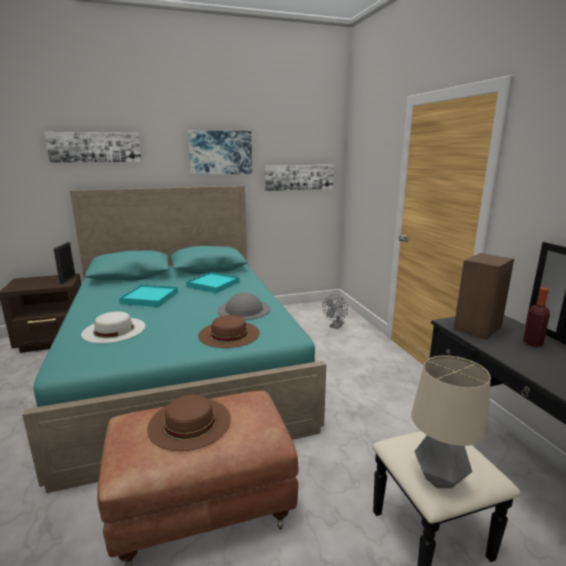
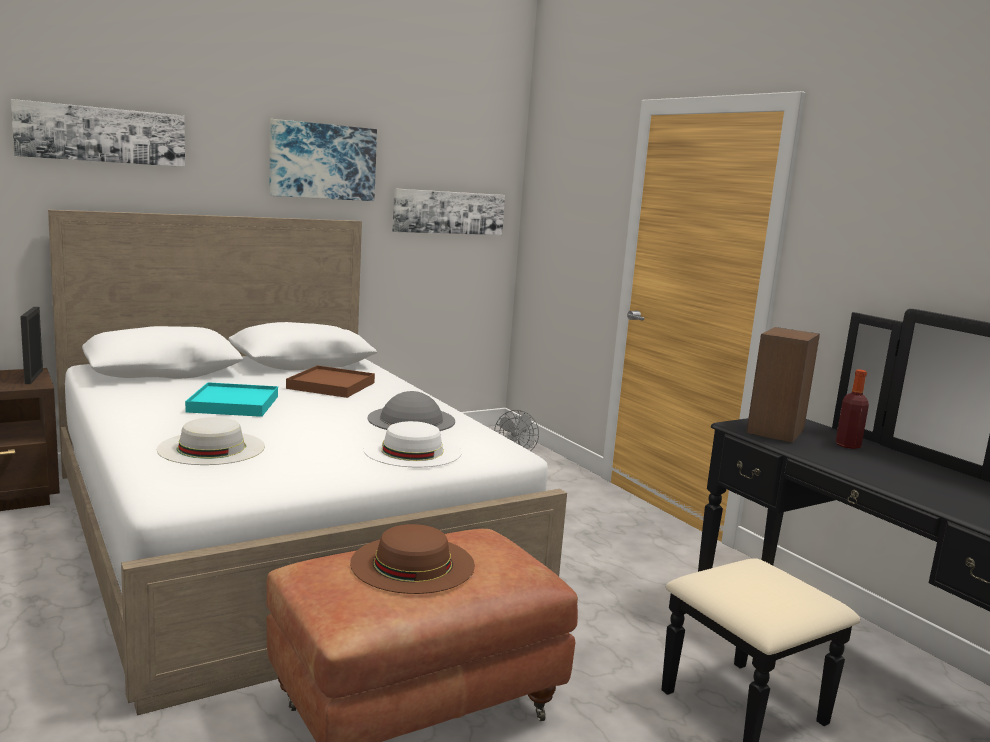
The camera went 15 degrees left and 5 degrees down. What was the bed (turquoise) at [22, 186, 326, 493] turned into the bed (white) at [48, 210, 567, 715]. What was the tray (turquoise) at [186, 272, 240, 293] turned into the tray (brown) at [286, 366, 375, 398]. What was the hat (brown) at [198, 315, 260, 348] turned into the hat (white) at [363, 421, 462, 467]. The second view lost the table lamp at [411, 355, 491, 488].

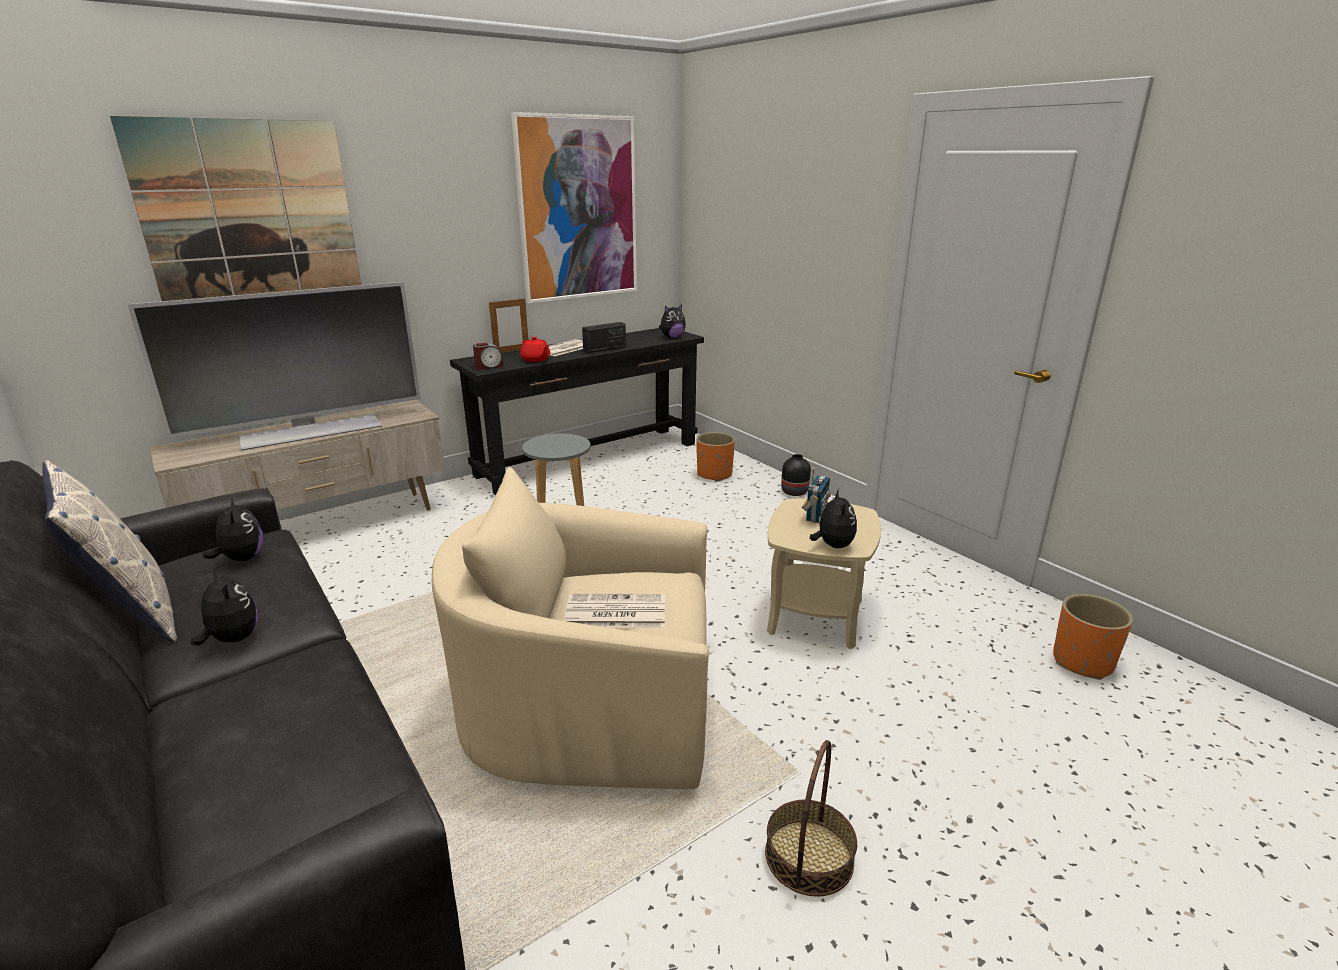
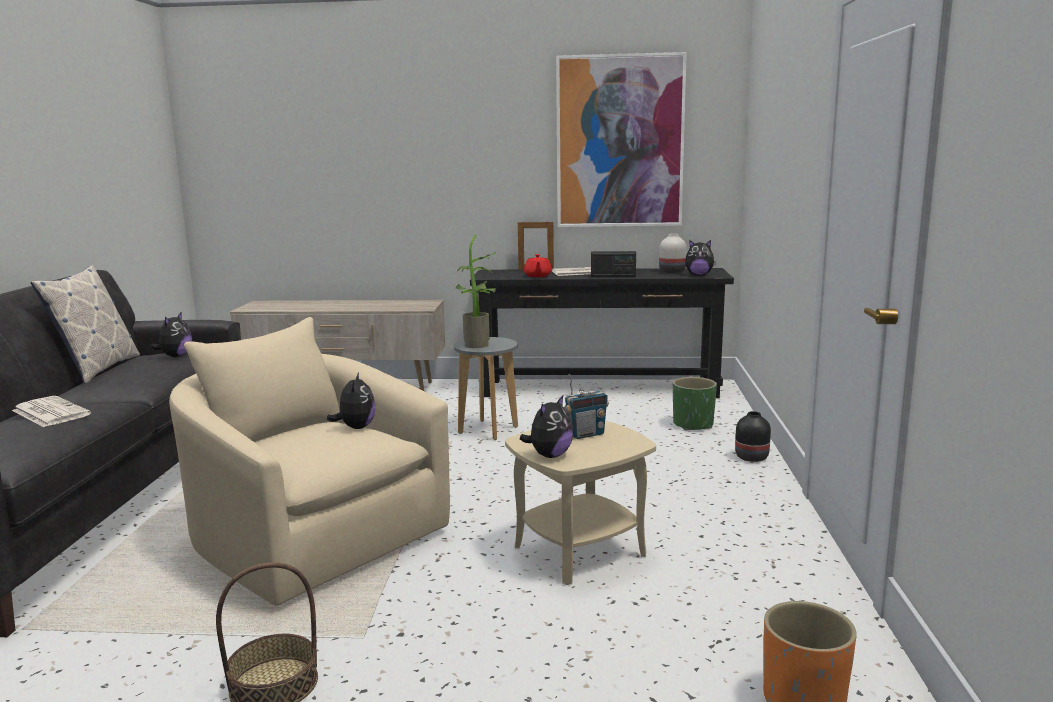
The camera went 40 degrees right and 10 degrees down. The second view lost the picture at [110, 116, 362, 301]. The second view lost the television at [127, 282, 421, 450]. The second view lost the alarm clock at [473, 343, 503, 369]. What was the planter (orange) at [696, 432, 735, 482] turned into the planter (green) at [673, 377, 717, 431]. The plush toy ended up elsewhere, having gone from [191, 567, 258, 646] to [327, 372, 375, 429]. The newspaper ended up elsewhere, having gone from [564, 594, 665, 628] to [12, 396, 91, 427]. The second view gained the vase (white) at [659, 234, 687, 273]. The second view gained the potted plant at [456, 235, 496, 348].

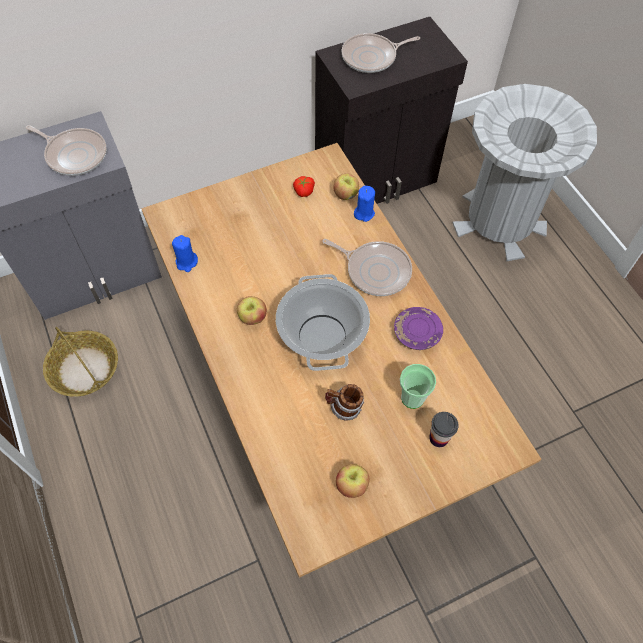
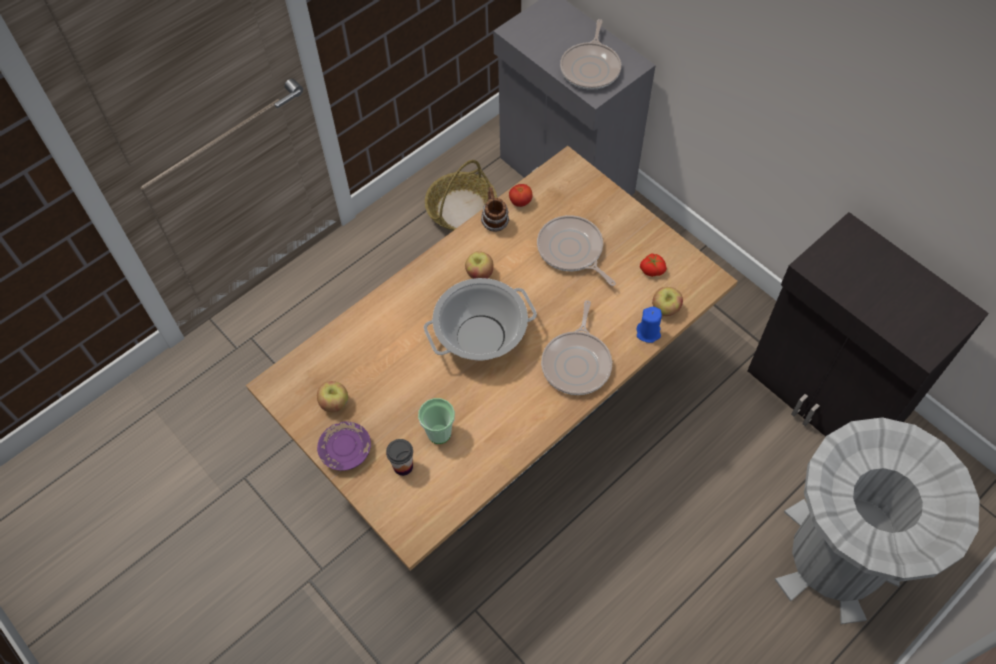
The camera went 75 degrees right and 0 degrees up. The frying pan ended up elsewhere, having gone from [341, 33, 420, 73] to [537, 215, 616, 286]. Where the candle (blue) stood at [172, 235, 198, 272], the tomato came to stand at [509, 184, 533, 207]. The plate (purple) ended up elsewhere, having gone from [394, 307, 443, 350] to [317, 422, 371, 471]. The mug ended up elsewhere, having gone from [325, 384, 364, 421] to [481, 187, 510, 232].

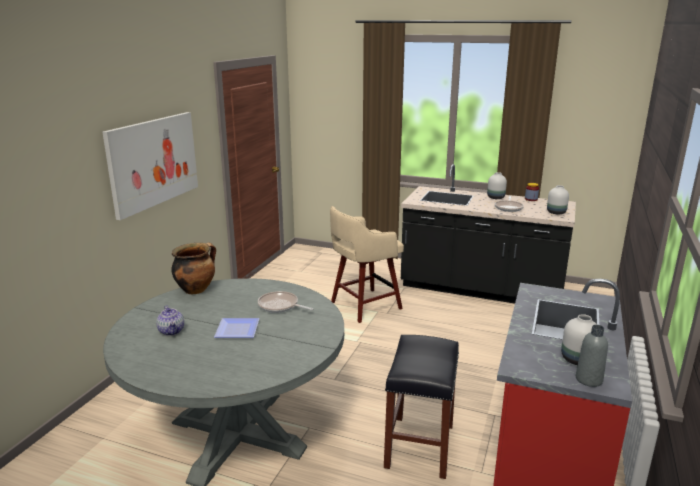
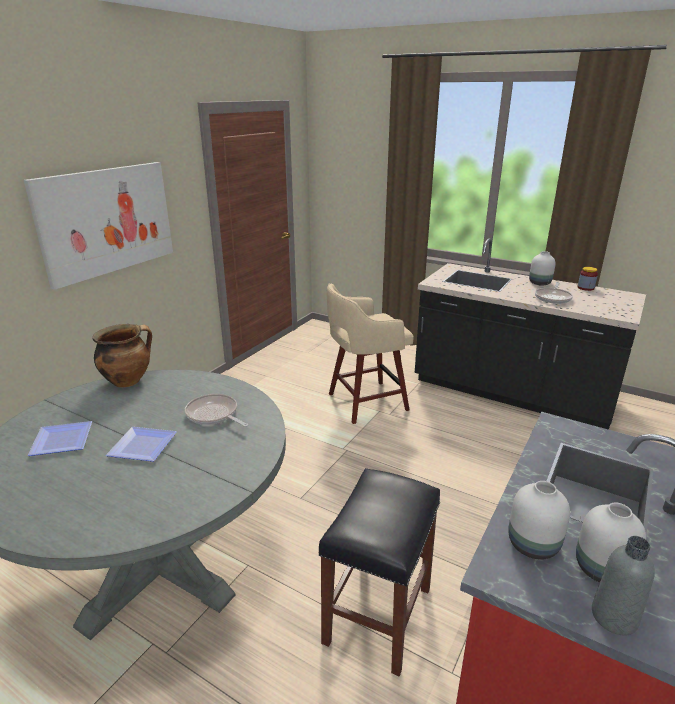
The camera went 10 degrees right and 5 degrees up. The vase (white) ended up elsewhere, having gone from [547, 185, 569, 214] to [508, 481, 570, 560]. Where the teapot stood at [156, 305, 184, 336], the plate came to stand at [27, 421, 92, 456].

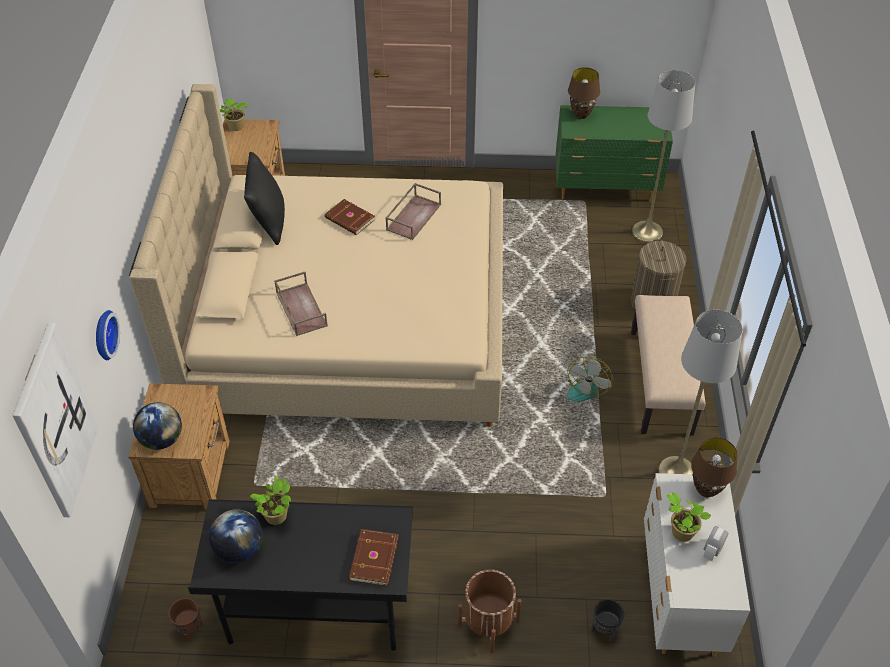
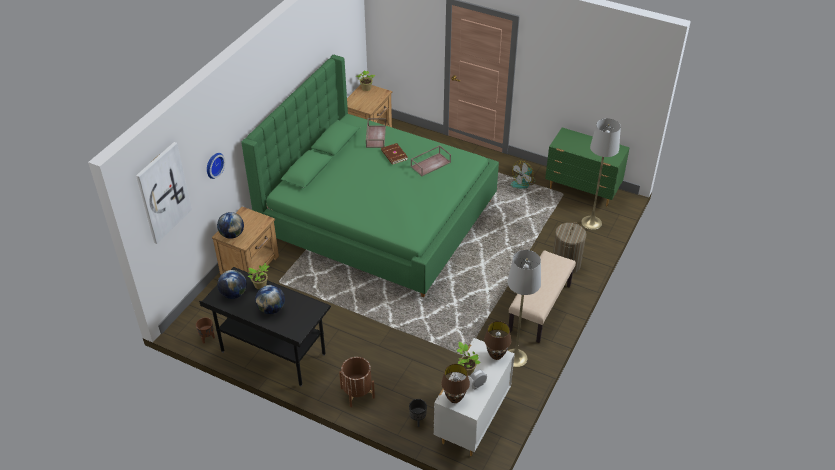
The camera went 25 degrees right and 5 degrees down. The table lamp (brown) ended up elsewhere, having gone from [568, 67, 600, 119] to [441, 364, 470, 403]. What was the bed (beige) at [129, 84, 503, 426] turned into the bed (green) at [241, 55, 499, 297]. The second view lost the pillow (black) at [244, 152, 285, 245]. The tray (brown) ended up elsewhere, having gone from [274, 272, 328, 336] to [366, 118, 386, 148]. The fan ended up elsewhere, having gone from [567, 356, 613, 401] to [511, 161, 536, 189]. The second view lost the book (brown) at [349, 529, 399, 586]. The second view gained the globe at [255, 285, 285, 314].

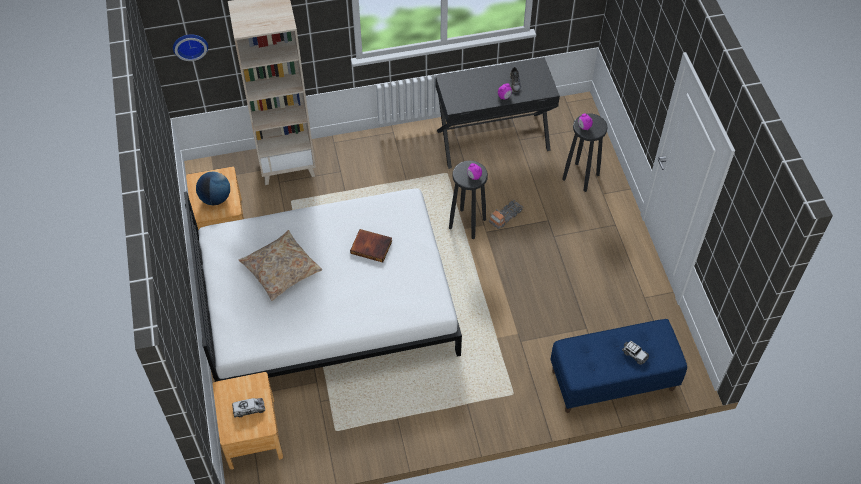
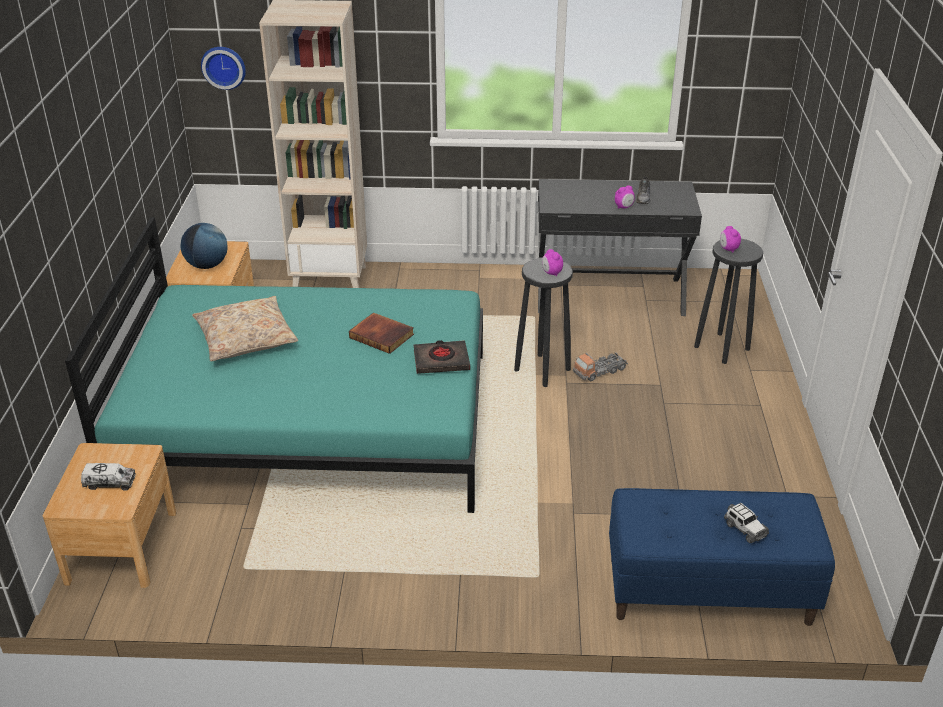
The camera went 15 degrees right and 20 degrees down. What was the bed (white) at [184, 188, 462, 382] turned into the bed (turquoise) at [65, 217, 483, 513]. The second view gained the book (black) at [414, 340, 470, 374].

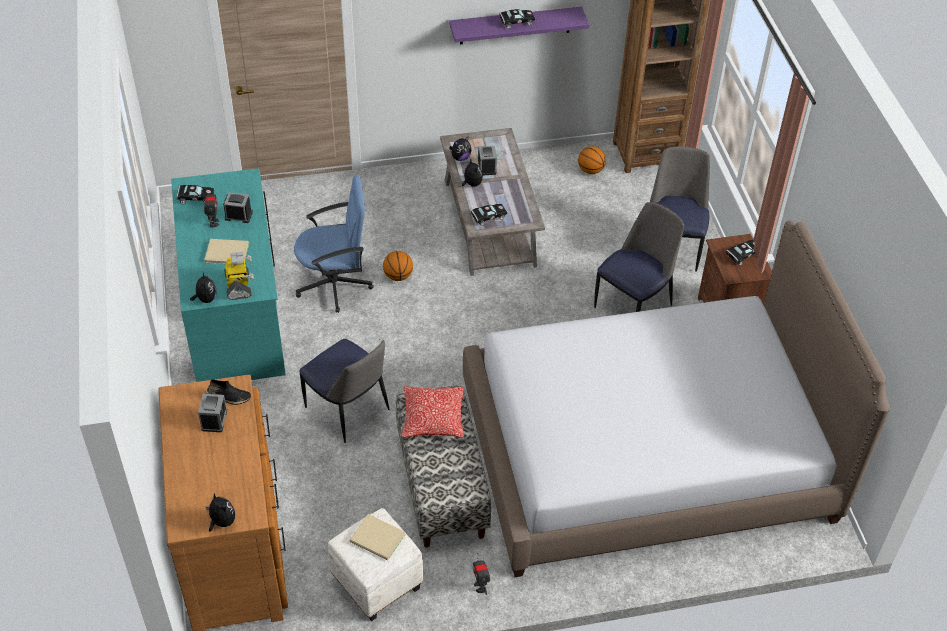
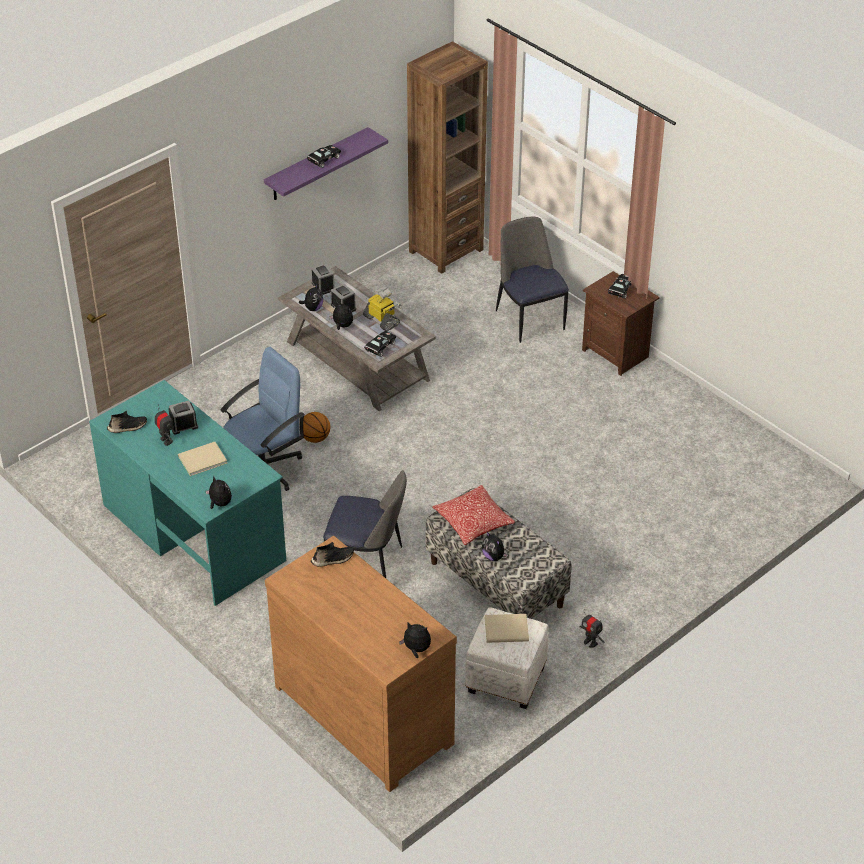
The camera went 30 degrees left and 5 degrees down. The second view lost the basketball at [578, 146, 606, 174]. Where the toy car (black) stood at [177, 185, 214, 204], the shoe (black) came to stand at [107, 411, 147, 433]. The second view lost the chair at [594, 202, 684, 312]. The second view lost the bed at [463, 220, 890, 577]. The toy robot ended up elsewhere, having gone from [224, 252, 254, 300] to [363, 287, 402, 331]. The alarm clock ended up elsewhere, having gone from [198, 393, 227, 432] to [311, 264, 335, 295]. The second view gained the plush toy at [482, 532, 508, 561].

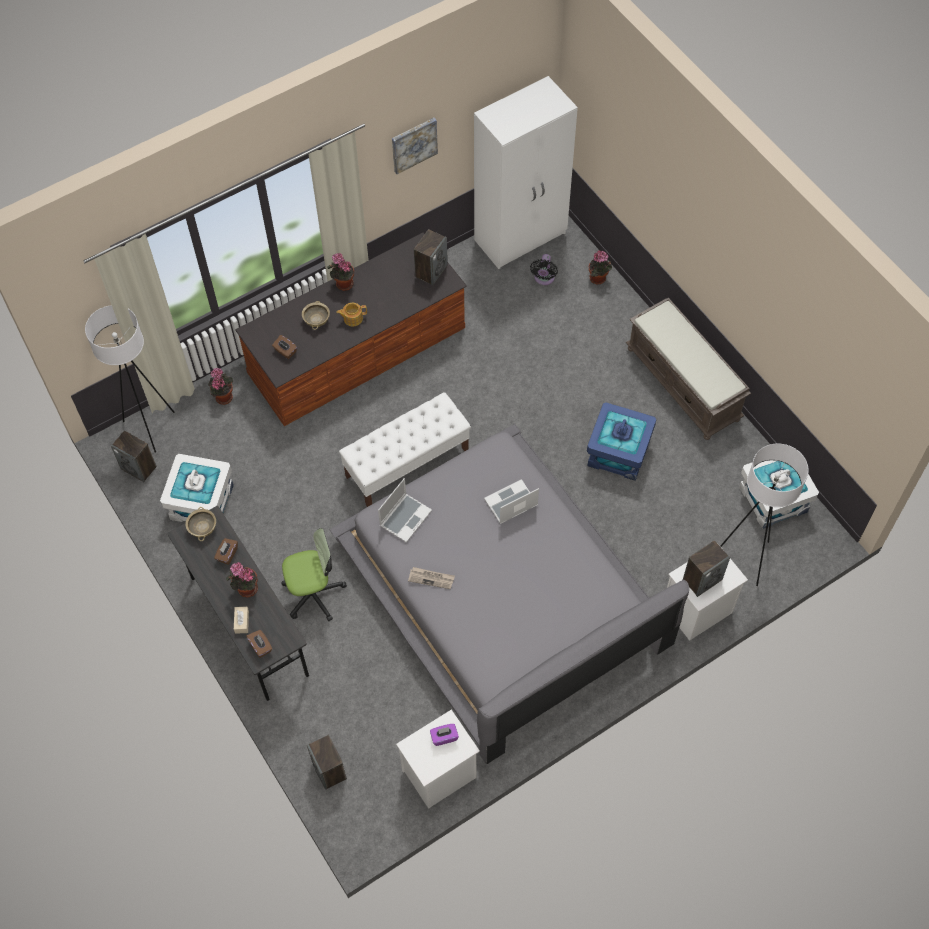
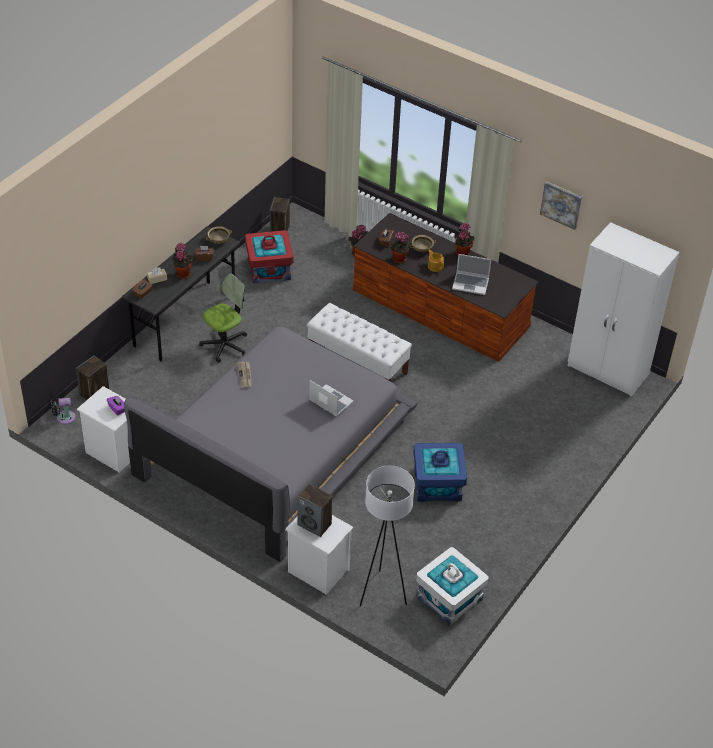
The camera went 65 degrees right and 15 degrees down. The second view lost the speaker at [414, 229, 448, 285]. The potted plant ended up elsewhere, having gone from [589, 250, 612, 284] to [388, 232, 412, 264]. The fan (black) ended up elsewhere, having gone from [530, 254, 558, 285] to [50, 391, 76, 425]. The second view lost the bench (brown) at [626, 298, 751, 440]. The second view lost the floor lamp (white) at [85, 305, 175, 453]. What was the storage box (white) at [160, 454, 234, 522] turned into the storage box (red) at [245, 230, 293, 284]. The laptop ended up elsewhere, having gone from [378, 478, 432, 542] to [452, 254, 491, 295]. The office chair at [282, 528, 347, 621] ended up facing another way, 90 degrees counterclockwise from before.

